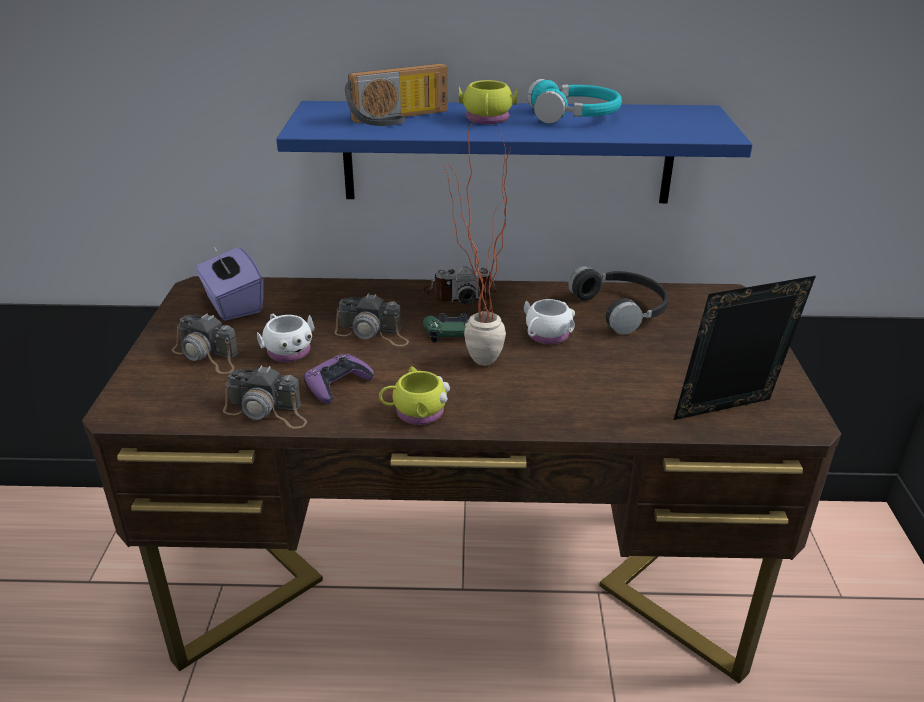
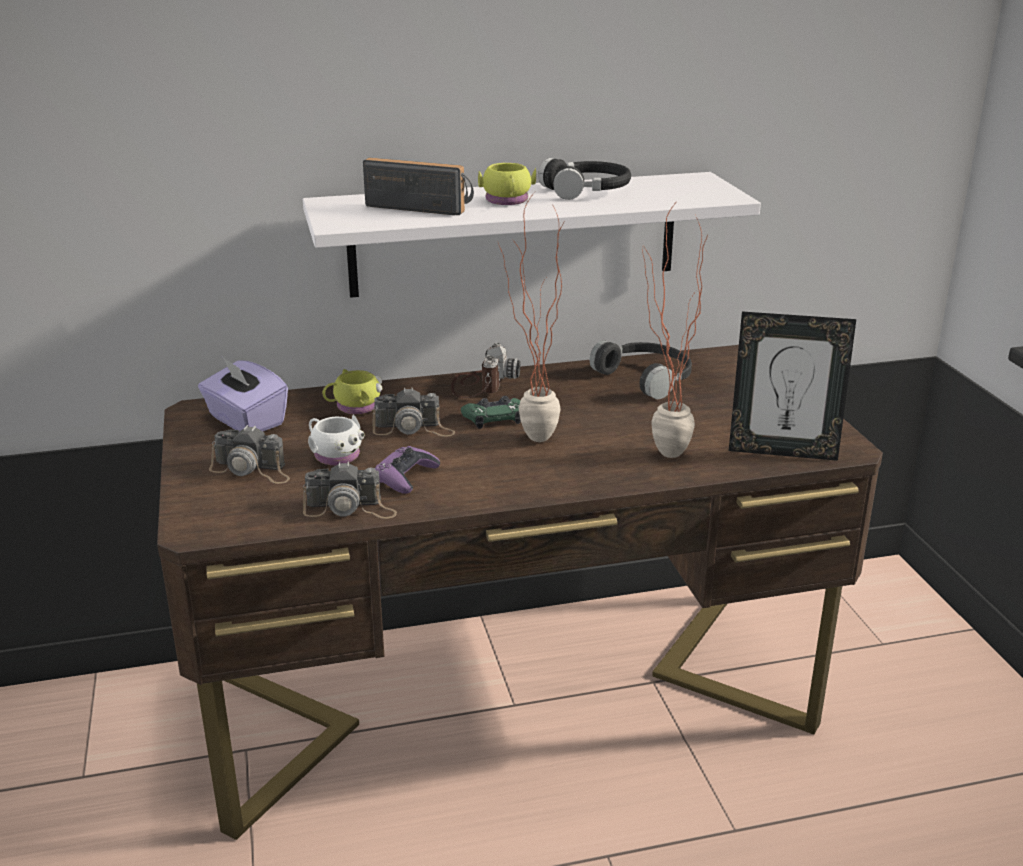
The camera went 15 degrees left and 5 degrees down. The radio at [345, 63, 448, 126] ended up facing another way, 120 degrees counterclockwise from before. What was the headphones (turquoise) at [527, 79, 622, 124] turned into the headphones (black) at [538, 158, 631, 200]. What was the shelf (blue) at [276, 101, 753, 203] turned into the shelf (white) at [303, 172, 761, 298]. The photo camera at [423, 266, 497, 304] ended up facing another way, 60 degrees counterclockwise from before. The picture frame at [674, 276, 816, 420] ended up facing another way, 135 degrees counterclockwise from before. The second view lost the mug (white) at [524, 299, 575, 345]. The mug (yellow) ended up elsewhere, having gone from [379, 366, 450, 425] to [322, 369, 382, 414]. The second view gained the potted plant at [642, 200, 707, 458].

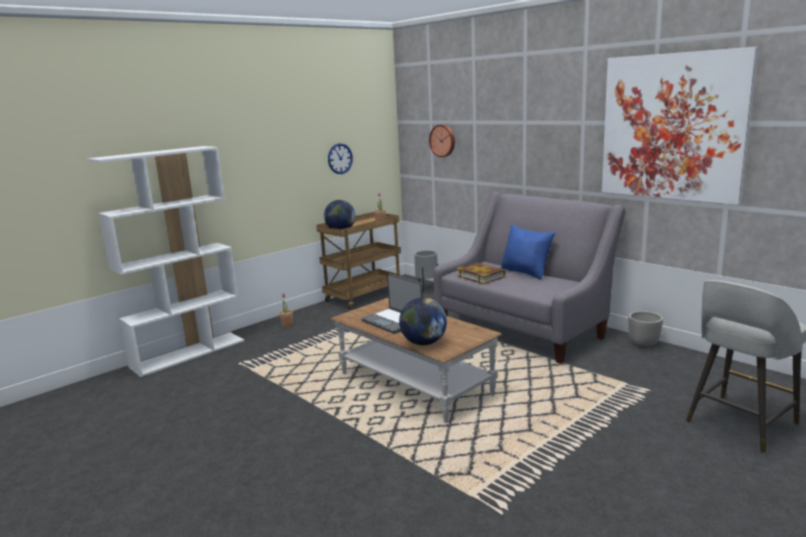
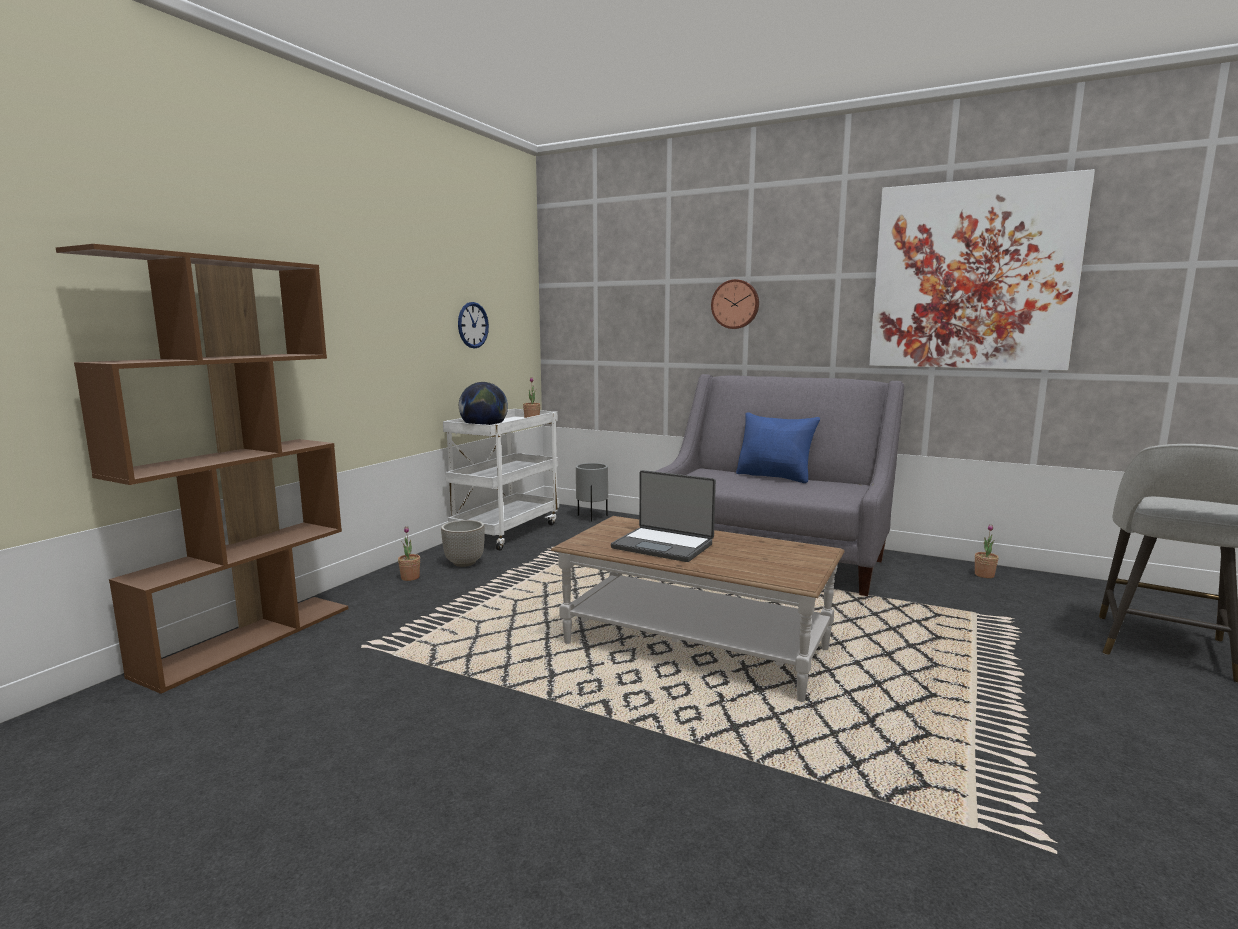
The camera went 20 degrees left and 5 degrees down. The wall clock ended up elsewhere, having gone from [429, 125, 455, 157] to [711, 279, 759, 329]. What was the bookcase (white) at [87, 146, 244, 377] turned into the bookcase (brown) at [56, 244, 348, 694]. What was the cart (brown) at [316, 212, 402, 310] turned into the cart (white) at [443, 409, 559, 551]. The second view lost the book at [456, 263, 506, 284]. The second view lost the globe at [399, 297, 447, 345]. The planter ended up elsewhere, having gone from [628, 311, 663, 348] to [441, 520, 485, 567]. The second view gained the potted plant at [975, 524, 999, 578].

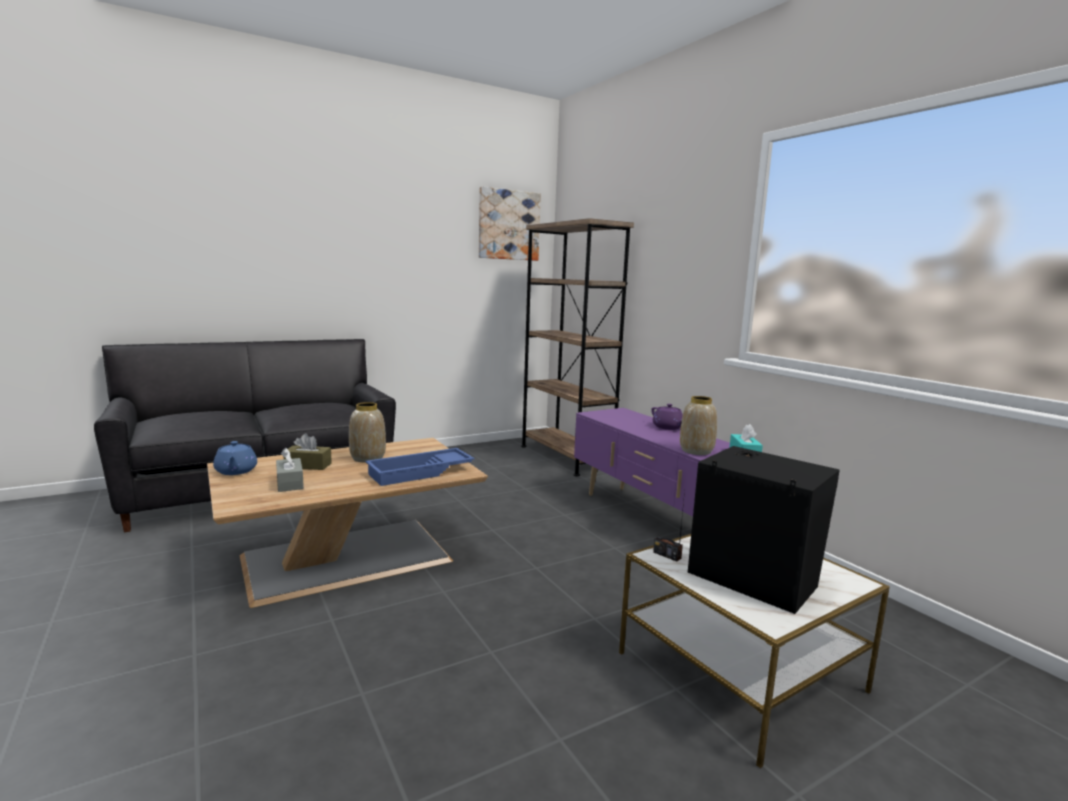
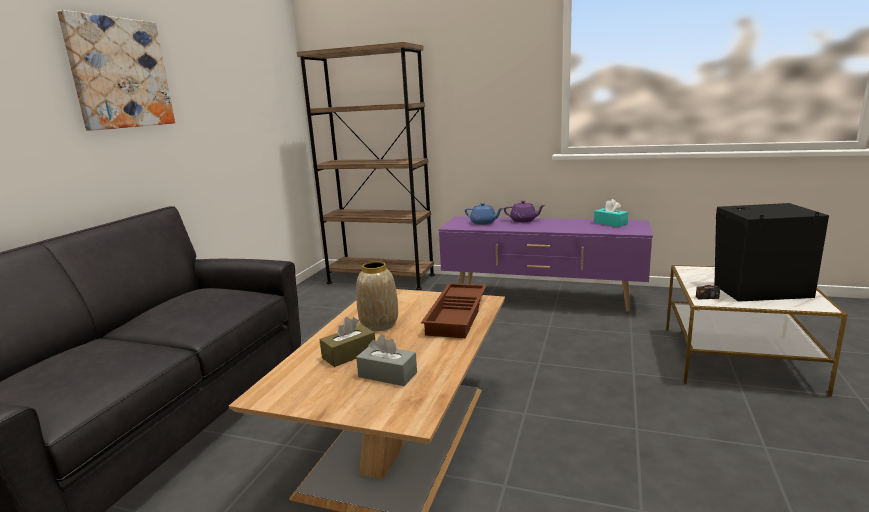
The camera went 40 degrees left and 5 degrees up. The picture ended up elsewhere, having gone from [479, 187, 541, 261] to [57, 10, 175, 131]. The second view lost the vase at [680, 396, 717, 455]. The teapot (blue) ended up elsewhere, having gone from [213, 441, 257, 475] to [465, 203, 504, 225]. What was the tray (blue) at [365, 448, 475, 486] turned into the tray (brown) at [421, 283, 487, 338].

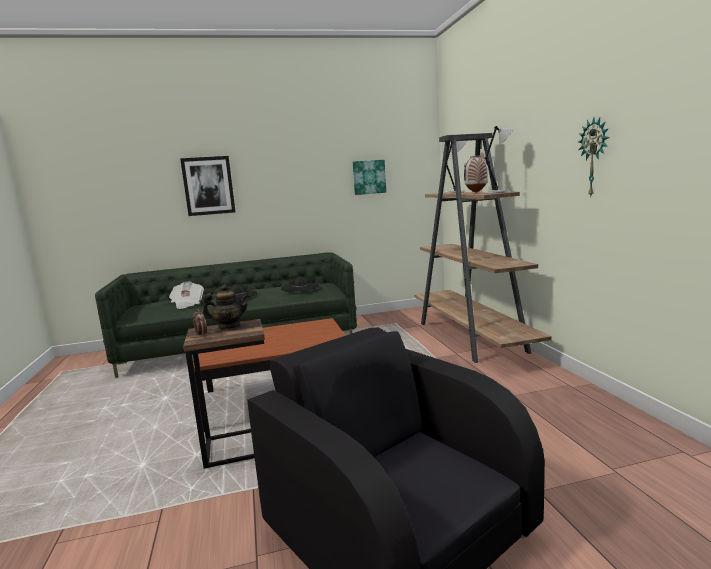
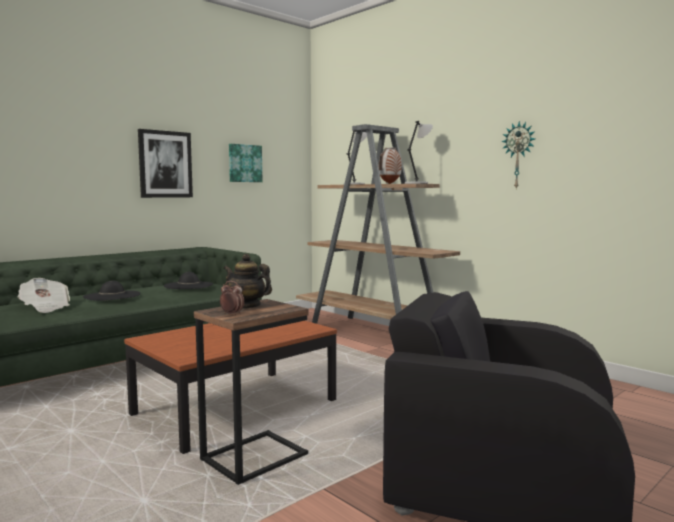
The camera went 30 degrees left and 5 degrees down. The picture ended up elsewhere, having gone from [180, 156, 235, 216] to [138, 129, 193, 198]. The teapot at [203, 284, 249, 329] ended up facing another way, 120 degrees counterclockwise from before.

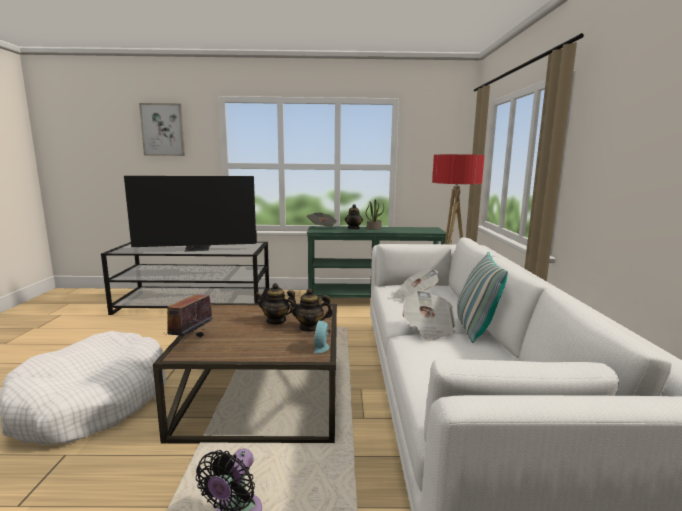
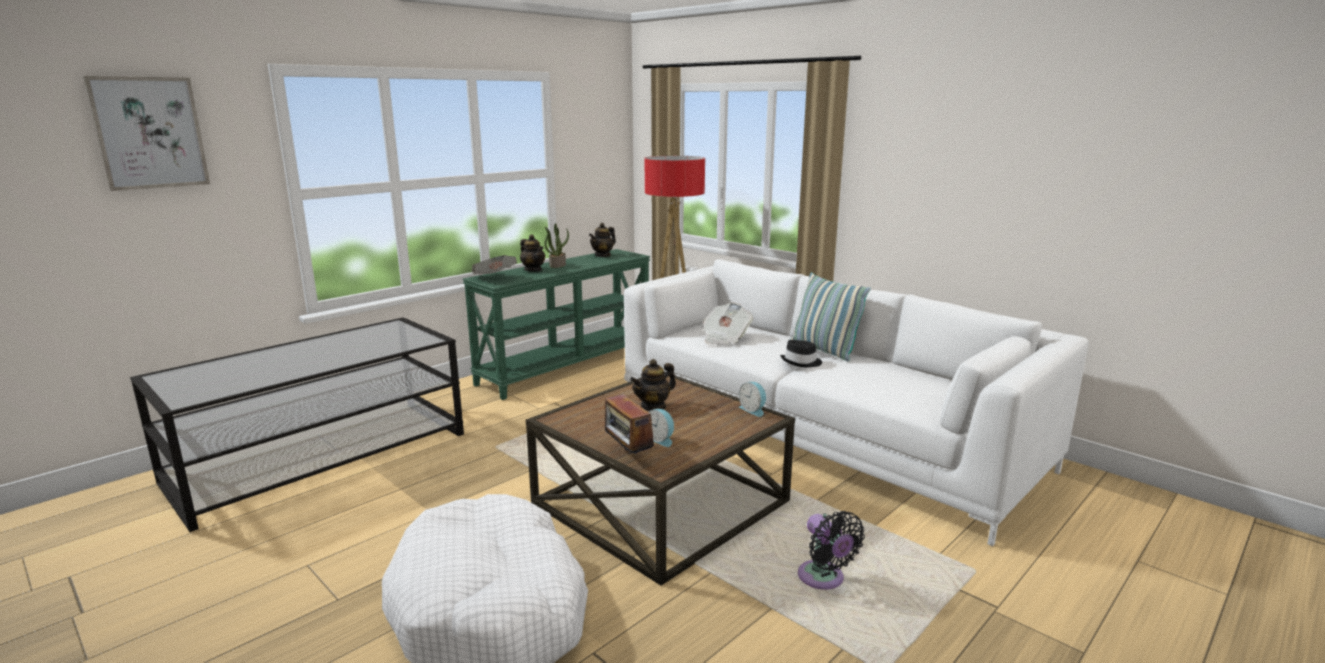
The camera went 45 degrees left and 5 degrees up. The second view lost the television at [124, 176, 257, 251]. The teapot ended up elsewhere, having gone from [287, 288, 333, 332] to [589, 223, 616, 257]. Where the newspaper stood at [402, 290, 456, 341], the hat (black) came to stand at [780, 340, 822, 367]. The second view gained the alarm clock at [649, 409, 674, 447].

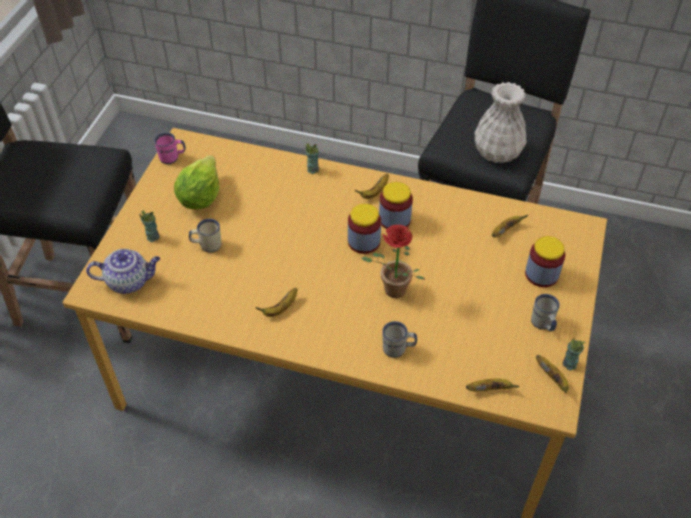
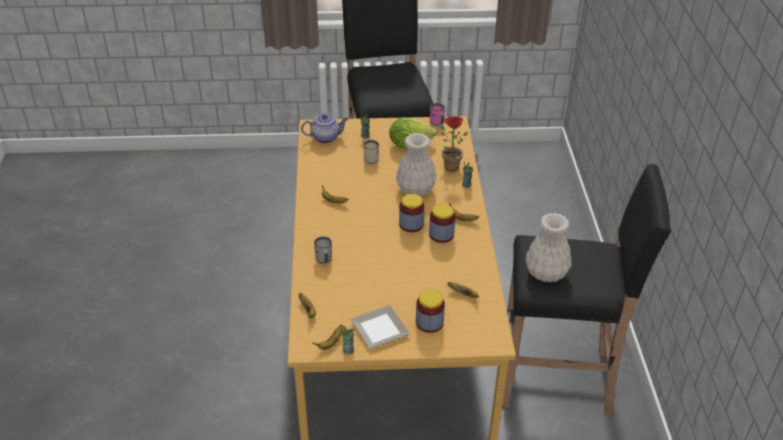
The camera went 70 degrees right and 10 degrees down. The potted plant ended up elsewhere, having gone from [361, 225, 425, 298] to [439, 116, 468, 172]. The teapot at [86, 249, 160, 294] ended up facing another way, 75 degrees counterclockwise from before. Where the mug (white) stood at [531, 294, 560, 331], the plate came to stand at [351, 305, 410, 349]. The second view gained the vase (white) at [396, 133, 437, 196].

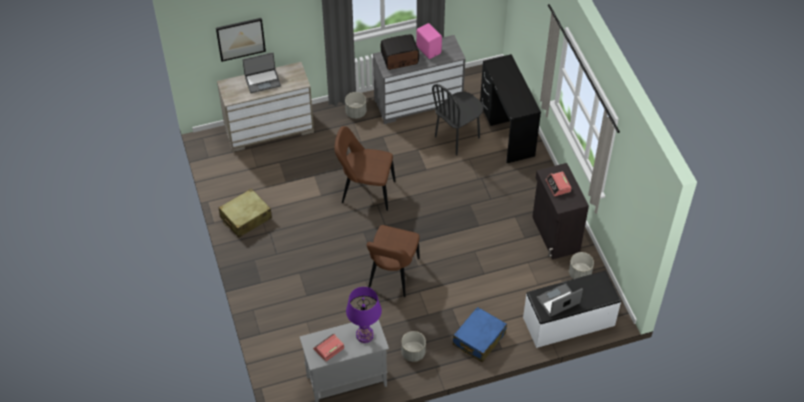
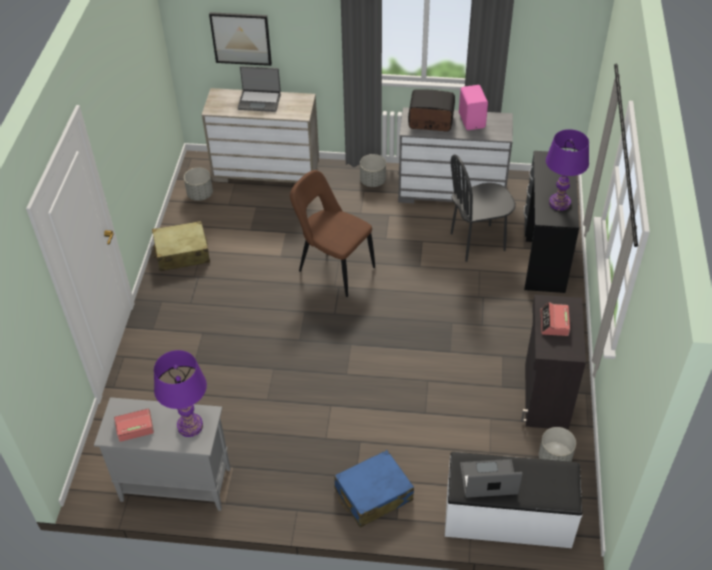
The camera went 25 degrees right and 5 degrees down. The second view lost the chair (brown) at [367, 225, 420, 297]. The planter (grey) ended up elsewhere, having gone from [401, 331, 426, 362] to [184, 167, 213, 201]. The second view gained the table lamp (purple) at [546, 129, 589, 211].

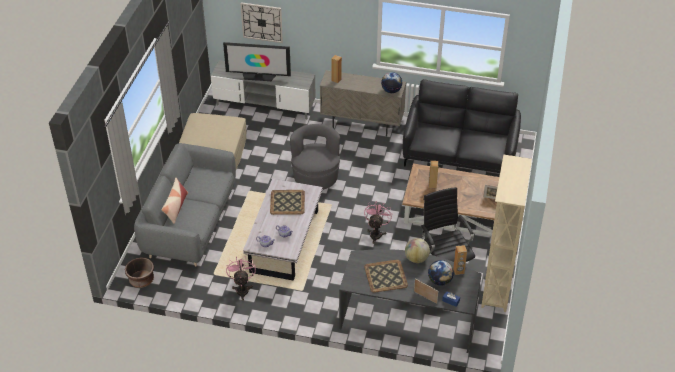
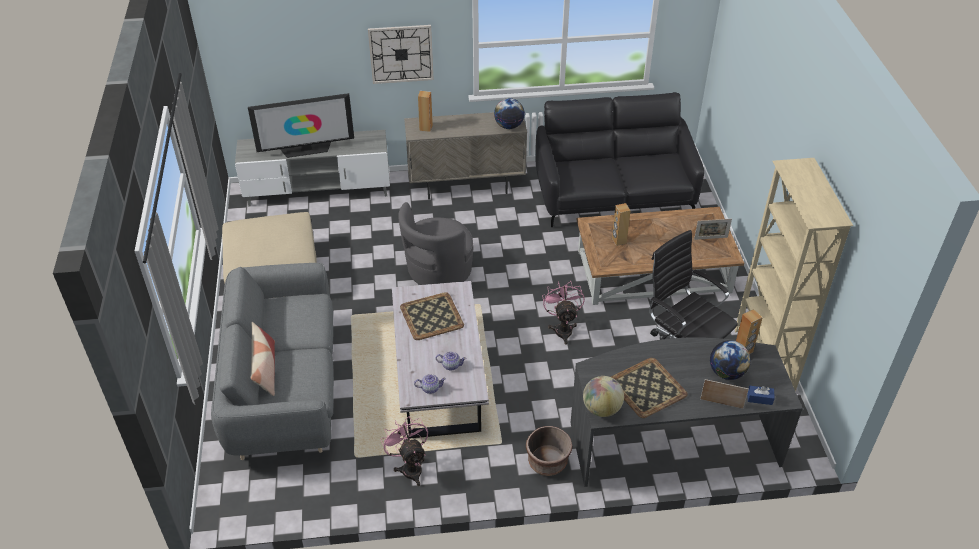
The camera went 20 degrees left and 0 degrees up. The wall clock ended up elsewhere, having gone from [240, 2, 283, 43] to [368, 25, 434, 84]. The armchair (grey) at [290, 124, 340, 190] ended up facing another way, 120 degrees counterclockwise from before. The globe ended up elsewhere, having gone from [405, 238, 430, 263] to [583, 376, 624, 417]. The planter (brown) ended up elsewhere, having gone from [125, 258, 154, 288] to [526, 426, 573, 476].

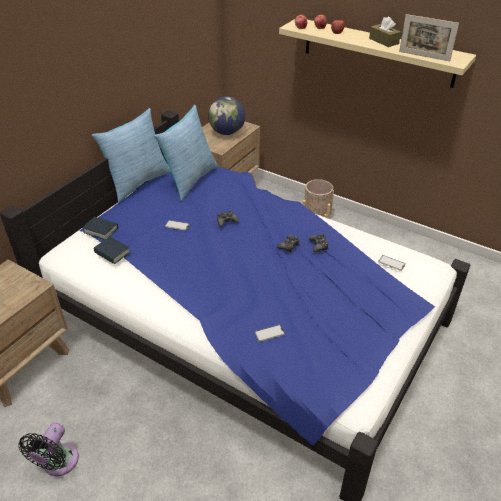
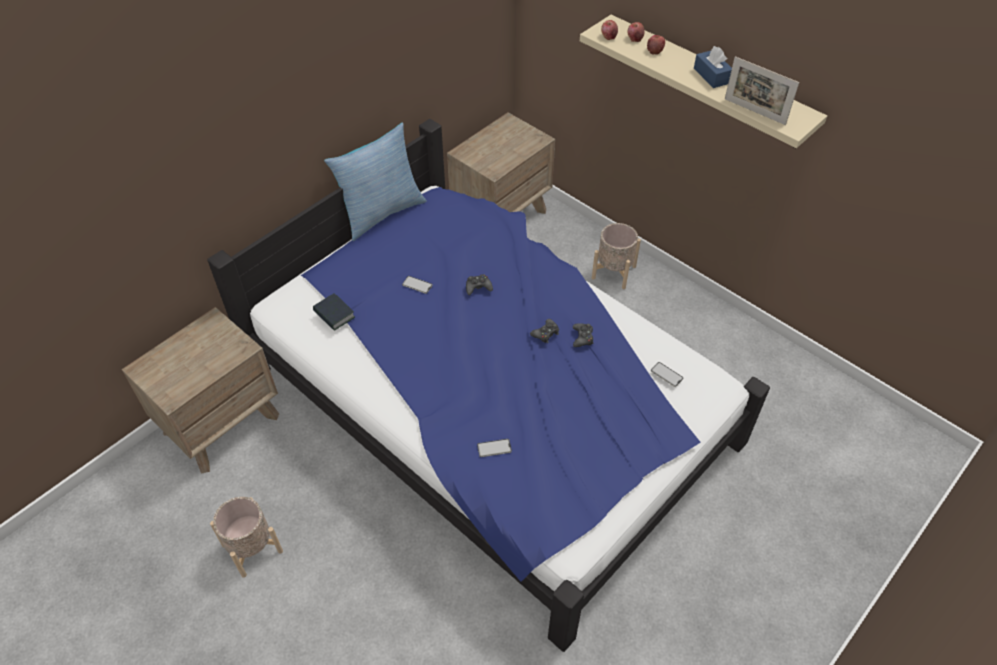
The camera went 10 degrees right and 10 degrees up. What was the tissue box (brown) at [369, 16, 401, 47] turned into the tissue box (blue) at [694, 46, 732, 88]. The second view lost the globe at [208, 97, 245, 135]. The second view lost the pillow at [154, 105, 218, 201]. The second view lost the book at [82, 216, 118, 240]. Where the fan (black) stood at [18, 423, 79, 476], the planter (beige) came to stand at [210, 497, 283, 578].

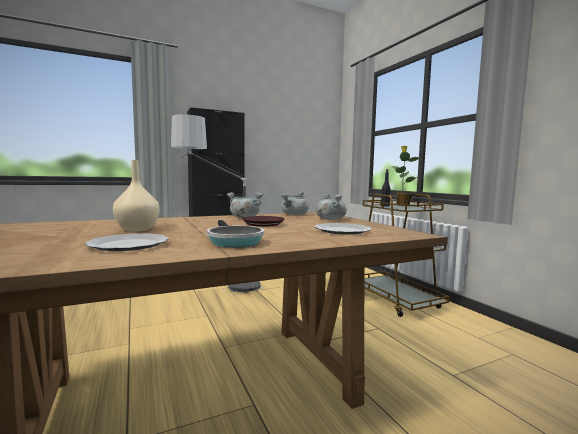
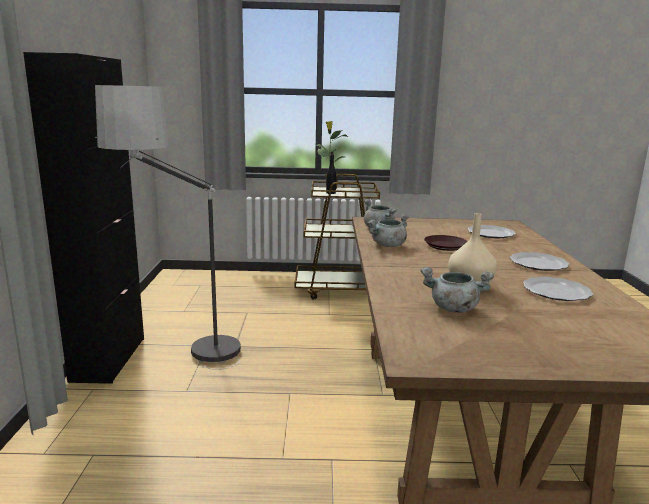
The camera went 65 degrees left and 10 degrees up. The cooking pot (grey) ended up elsewhere, having gone from [316, 194, 347, 220] to [420, 267, 494, 313]. Where the frying pan stood at [207, 220, 264, 248], the plate came to stand at [510, 252, 570, 271].

